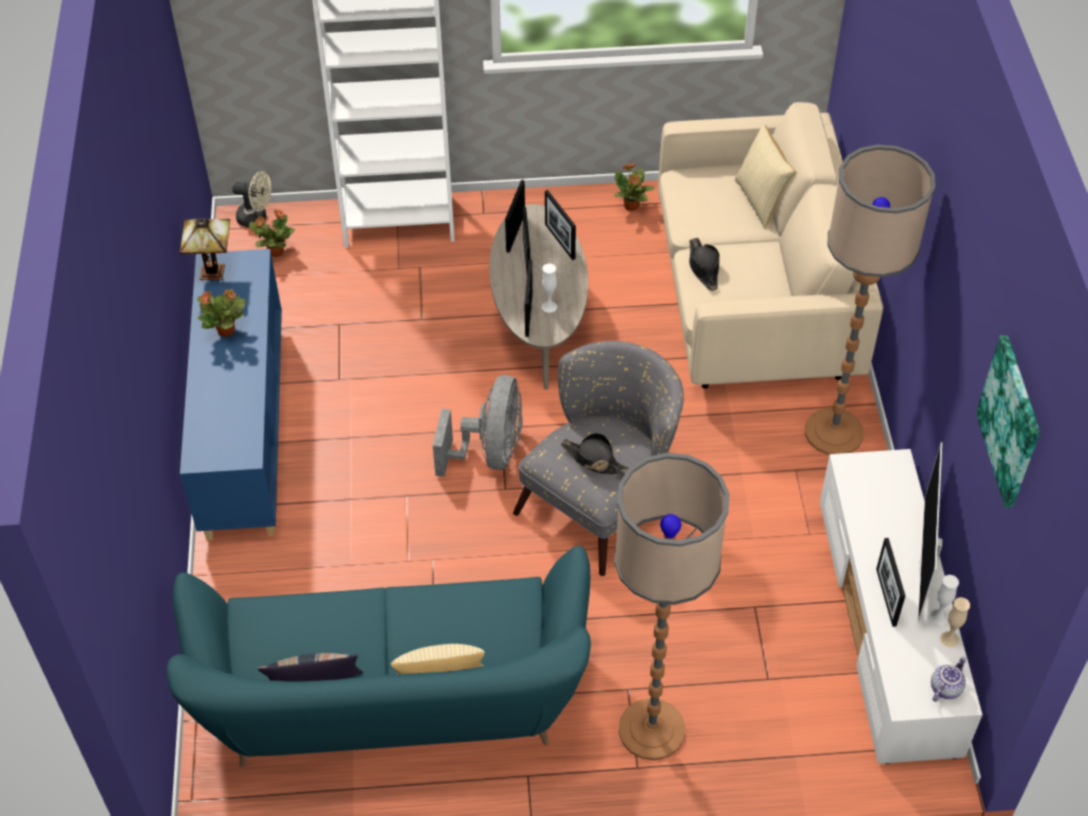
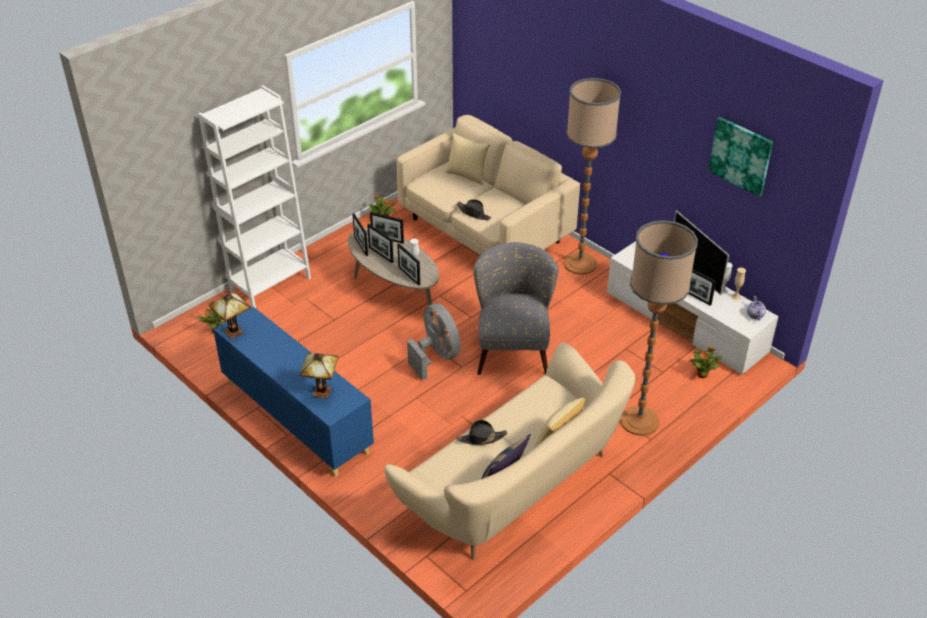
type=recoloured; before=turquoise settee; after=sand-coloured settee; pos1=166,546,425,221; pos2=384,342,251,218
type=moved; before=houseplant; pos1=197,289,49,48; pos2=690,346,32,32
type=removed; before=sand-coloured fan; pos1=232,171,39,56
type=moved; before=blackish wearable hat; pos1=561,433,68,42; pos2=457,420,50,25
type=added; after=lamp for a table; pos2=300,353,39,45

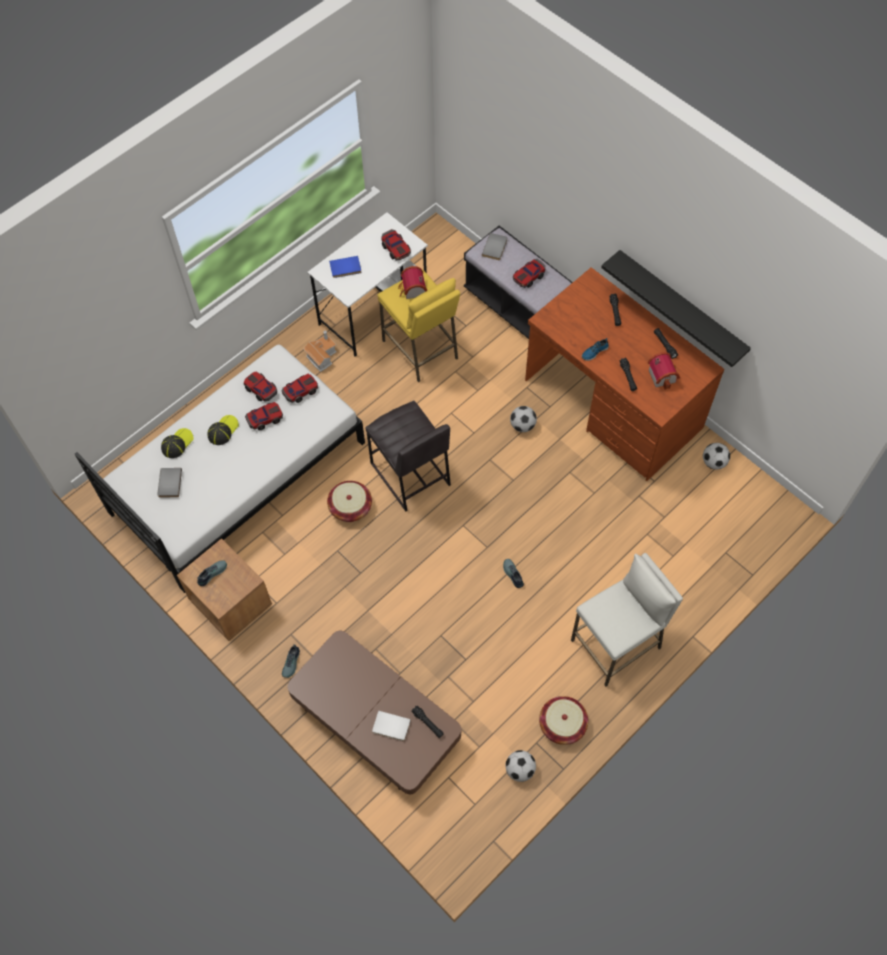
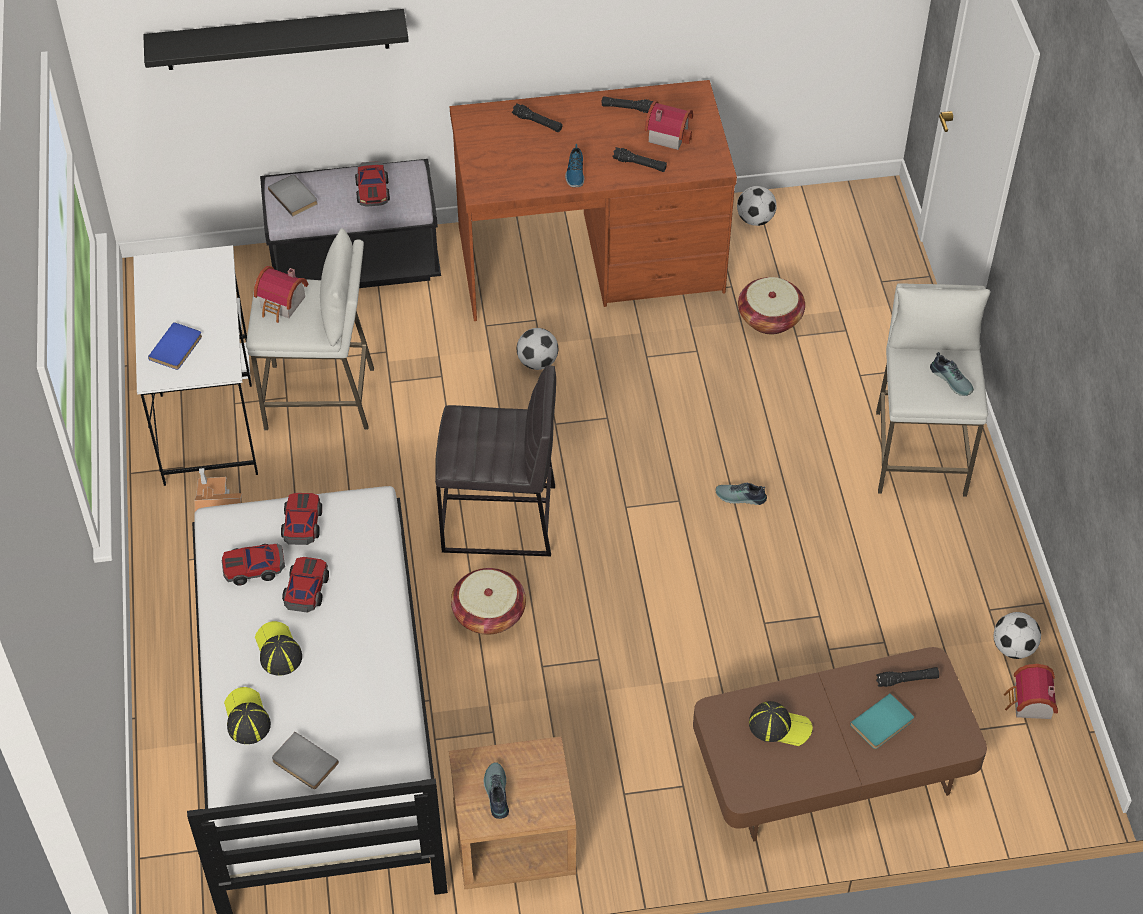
type=moved; before=item of footwear; pos1=282,644,18,34; pos2=930,352,44,44
type=recoloured; before=white book; after=turquoise book; pos1=372,711,39,30; pos2=850,693,64,56
type=recoloured; before=yellow stool; after=white stool; pos1=377,269,83,113; pos2=246,228,128,202
type=removed; before=model car; pos1=381,229,30,31
type=moved; before=storage basket; pos1=539,696,49,49; pos2=738,277,67,57
type=moved; before=blackish wall shelf; pos1=601,250,150,117; pos2=143,9,266,61
type=added; after=cap; pos2=749,701,64,45
type=added; after=toy house; pos2=1004,664,54,55

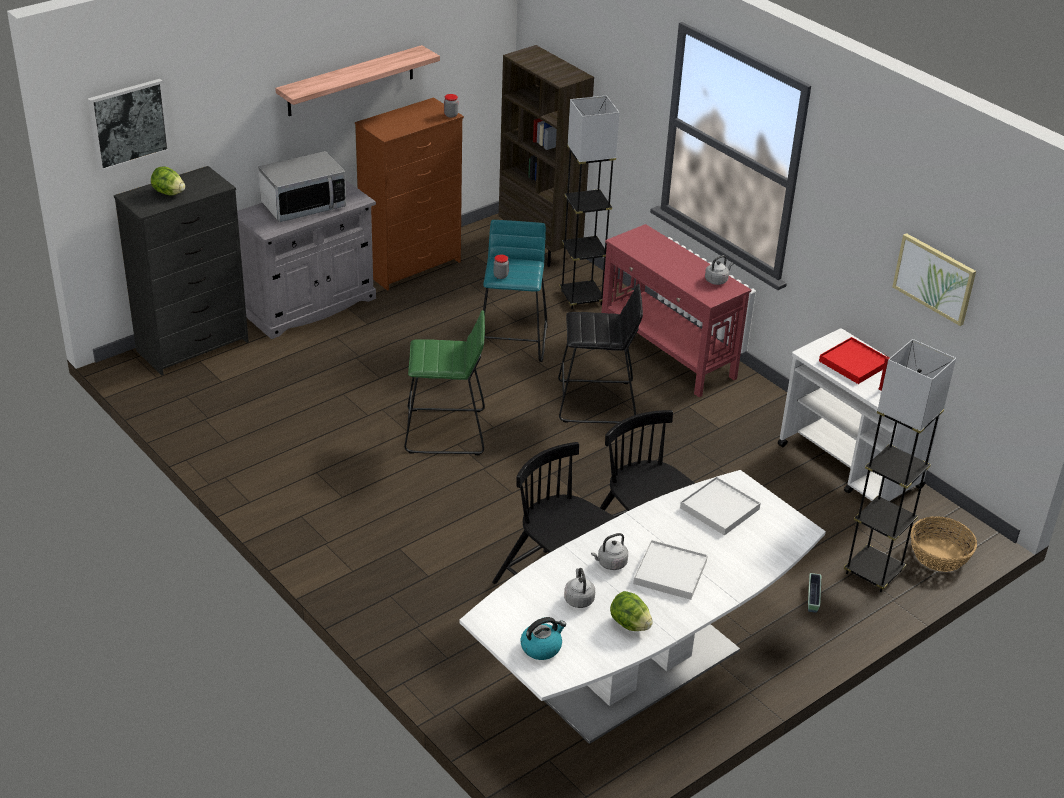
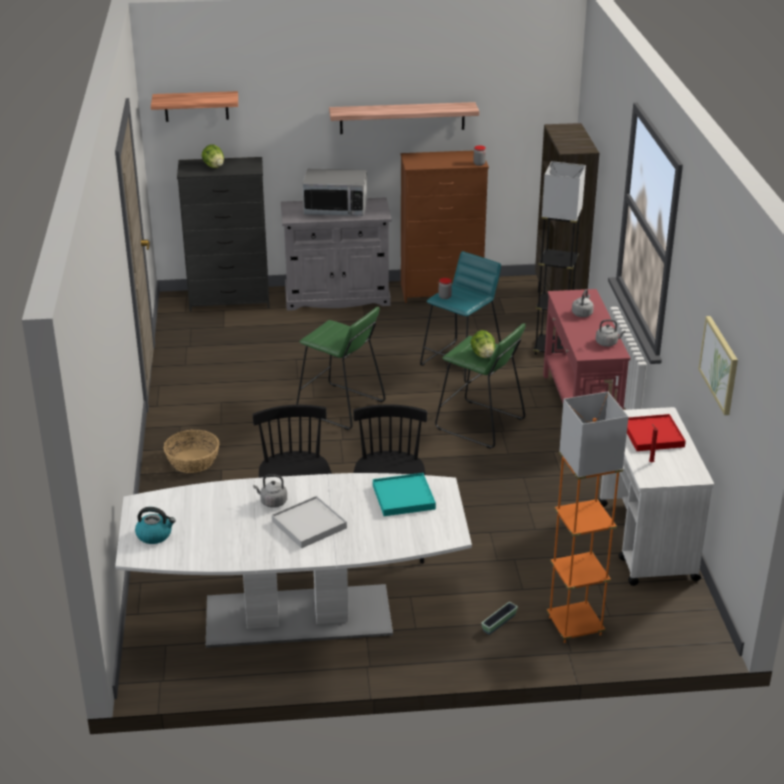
type=replaced; before=wall art; after=wall shelf; pos1=88,79,82,93; pos2=151,91,87,31
type=recoloured; before=blackish stool; after=green-coloured stool; pos1=558,284,85,140; pos2=435,323,91,126
type=moved; before=greyish kettle; pos1=564,568,31,40; pos2=572,289,22,28
type=moved; before=lettuce; pos1=610,591,43,40; pos2=471,330,24,28
type=recoloured; before=white serving tray; after=turquoise serving tray; pos1=680,477,81,59; pos2=373,473,63,43
type=recoloured; before=greyish standing lamp; after=orange-coloured standing lamp; pos1=844,339,112,253; pos2=547,392,82,251
type=moved; before=storage basket; pos1=910,516,67,56; pos2=163,430,57,43

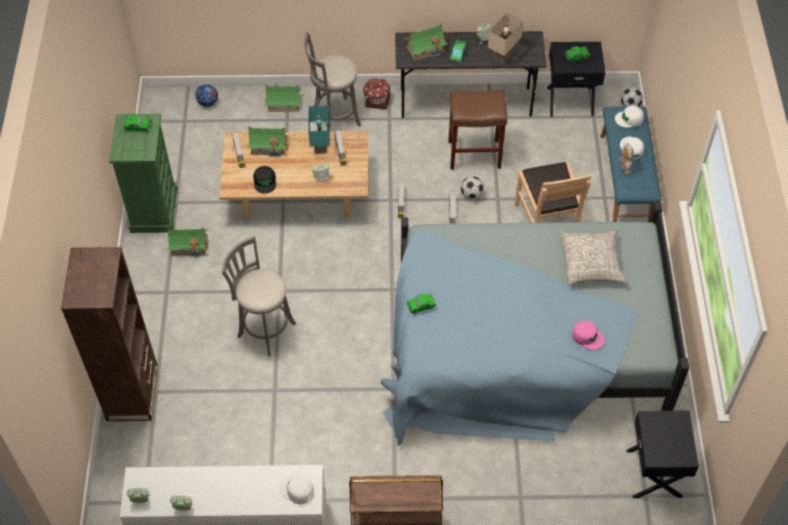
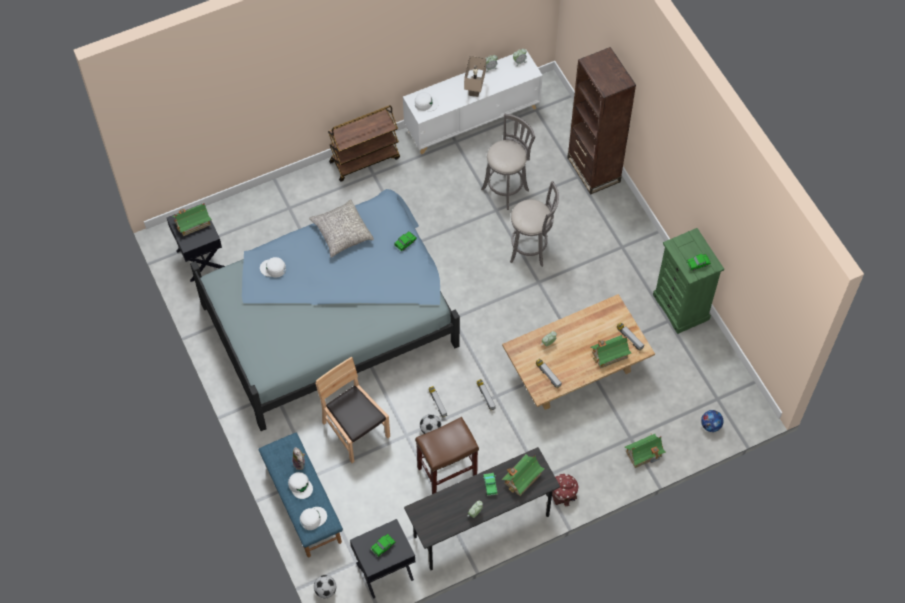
type=moved; before=toy house; pos1=167,228,41,29; pos2=172,203,40,33
type=removed; before=blackish cap; pos1=253,166,23,28
type=moved; before=greyish stool; pos1=304,32,57,99; pos2=481,114,54,96
type=removed; before=turquoise lamp for a table; pos1=308,106,22,48
type=moved; before=sand-coloured lamp for a table; pos1=488,13,35,50; pos2=464,56,22,41
type=moved; before=greyish pillow; pos1=560,229,66,56; pos2=309,199,65,59
type=recoloured; before=pinkish cap; after=white cap; pos1=572,320,32,30; pos2=260,257,26,20

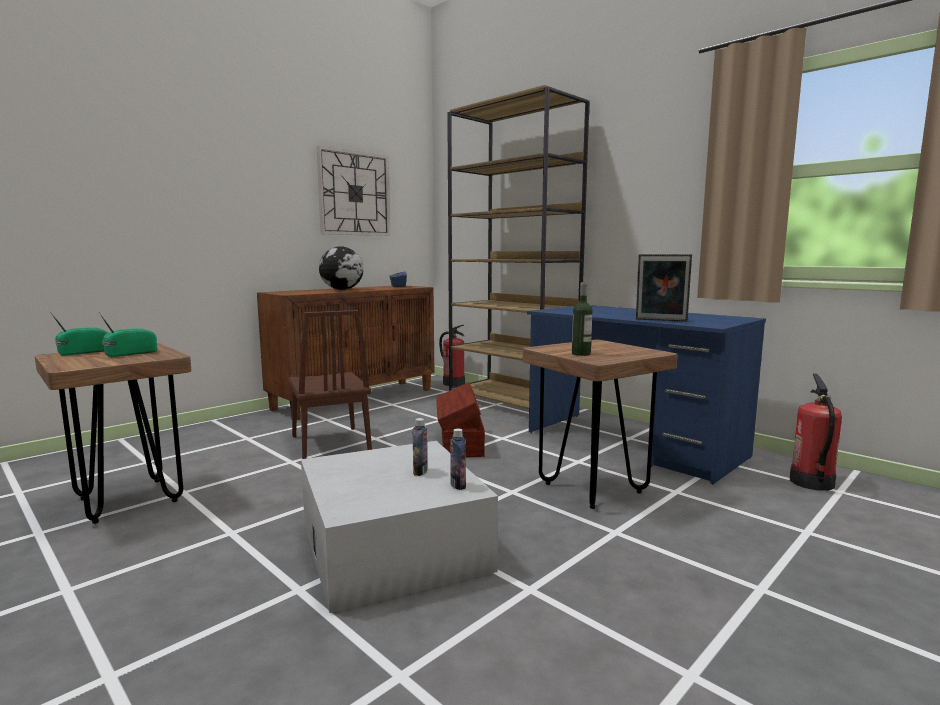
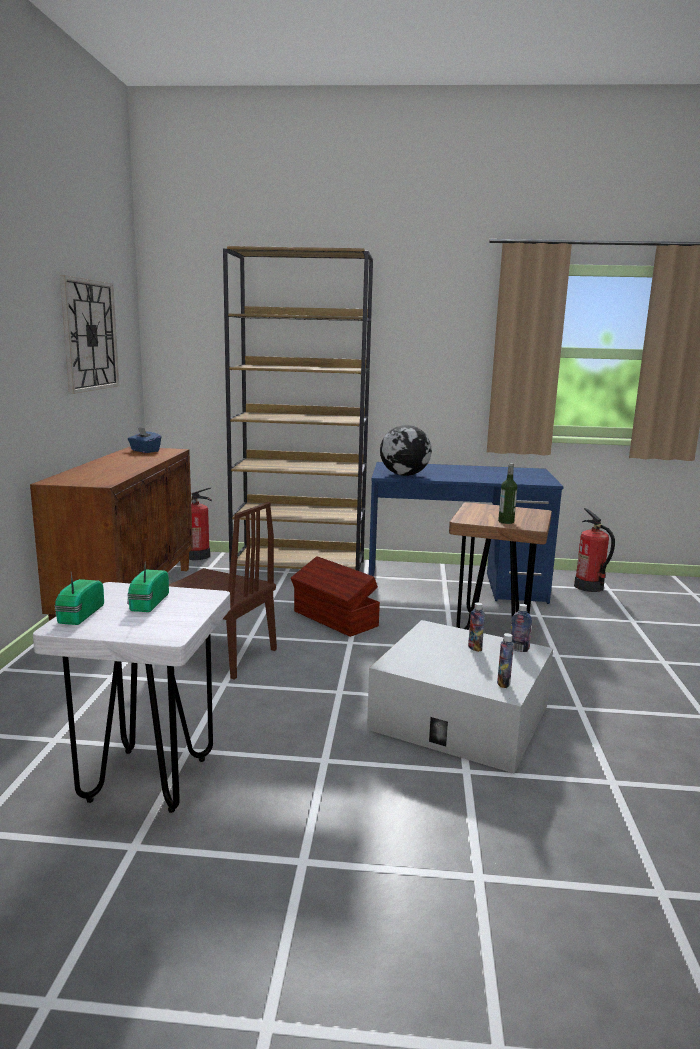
type=recoloured; before=brown stool; after=white stool; pos1=35,343,157,181; pos2=33,582,197,231
type=moved; before=globe; pos1=319,246,45,44; pos2=380,425,52,51
type=removed; before=photo frame; pos1=636,254,56,68
type=added; after=bottle; pos2=497,633,17,55

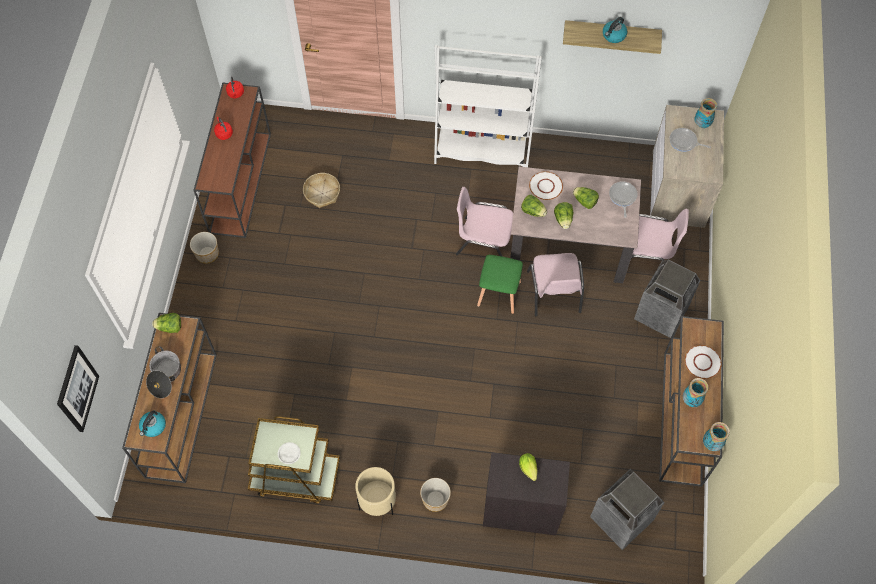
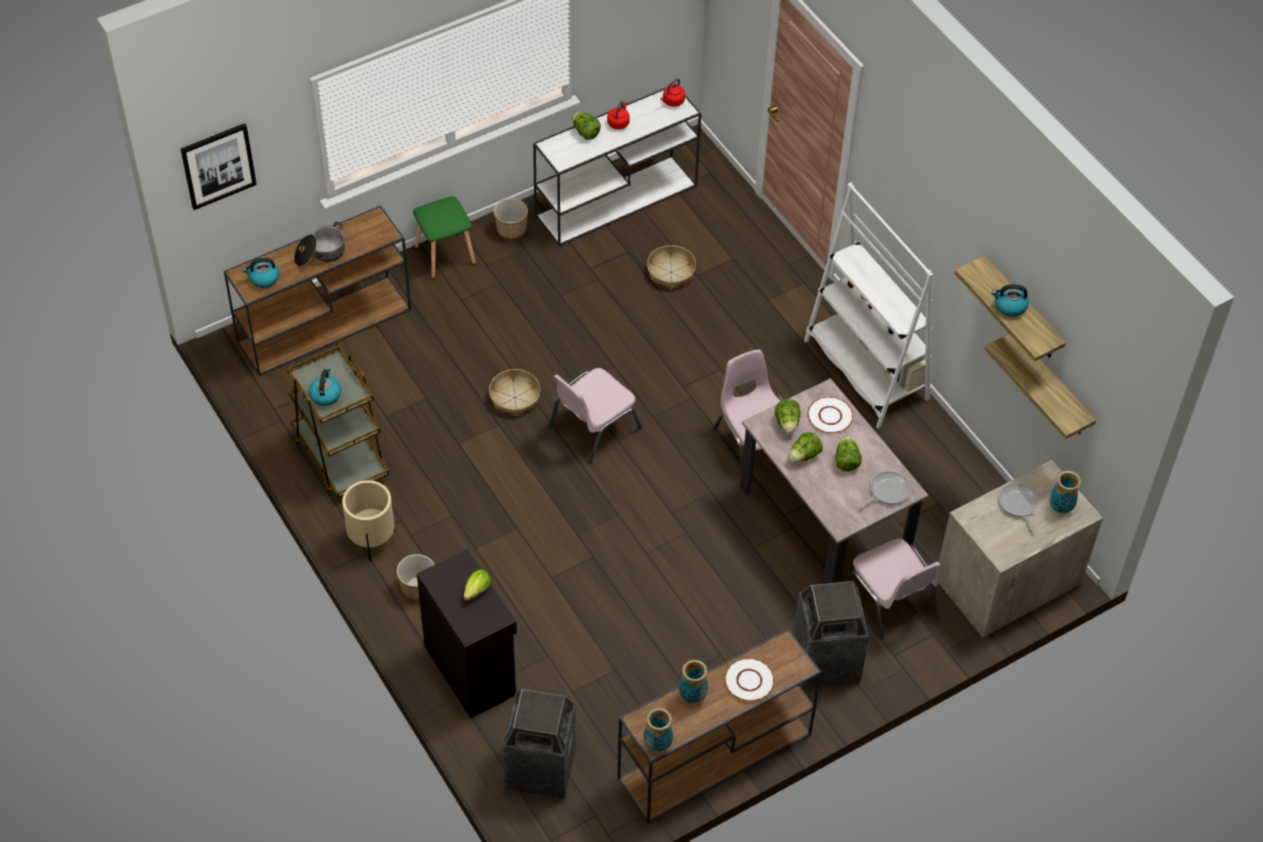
type=moved; before=lettuce; pos1=152,313,29,20; pos2=572,112,29,28
type=recoloured; before=brown narrow table; after=white narrow table; pos1=193,82,78,156; pos2=533,84,168,162
type=replaced; before=white flat dish; after=kettle; pos1=278,442,23,22; pos2=309,368,32,38
type=moved; before=green-coloured stool; pos1=477,255,46,59; pos2=413,196,63,83
type=moved; before=pinkish chair; pos1=527,253,57,63; pos2=548,368,94,96
type=added; after=storage basket; pos2=489,369,52,47
type=added; after=wall shelf; pos2=985,334,111,105

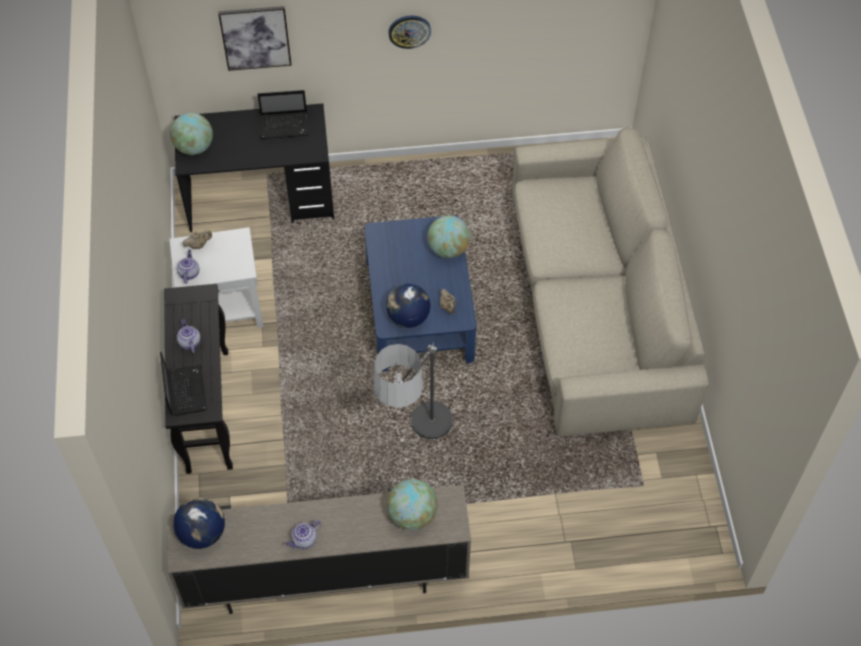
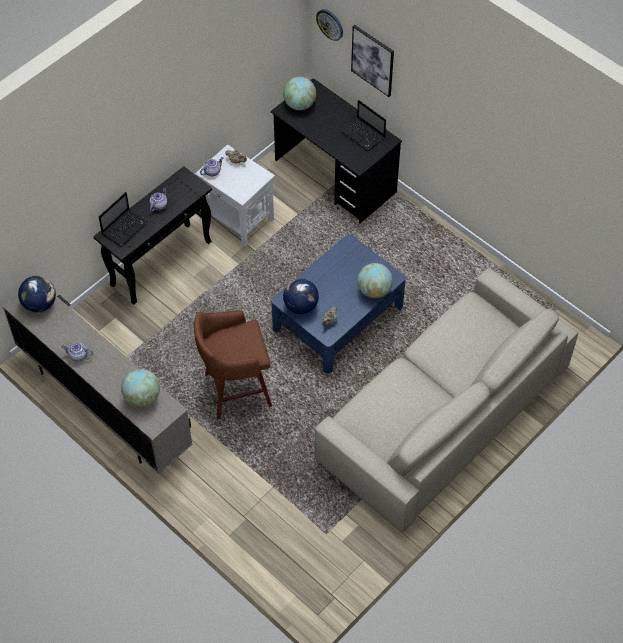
type=replaced; before=standing lamp; after=brown stool; pos1=374,343,79,97; pos2=194,310,78,109
type=moved; before=hanging clock; pos1=388,15,43,34; pos2=316,9,27,32

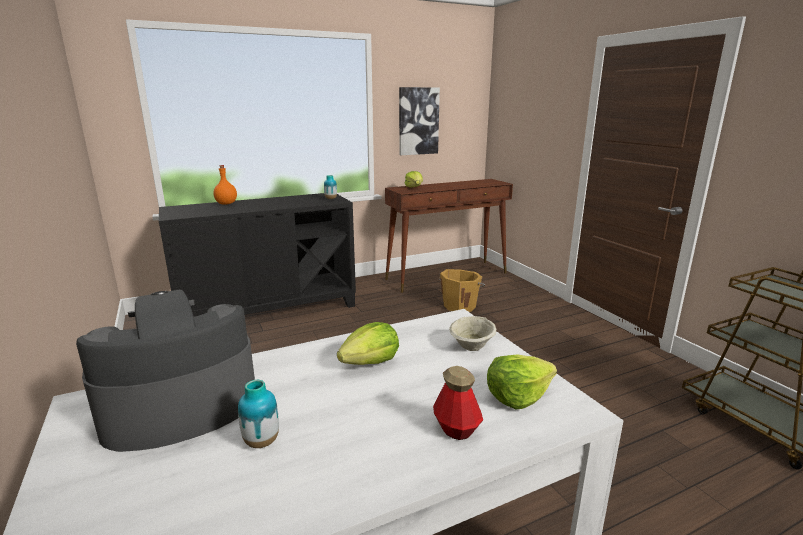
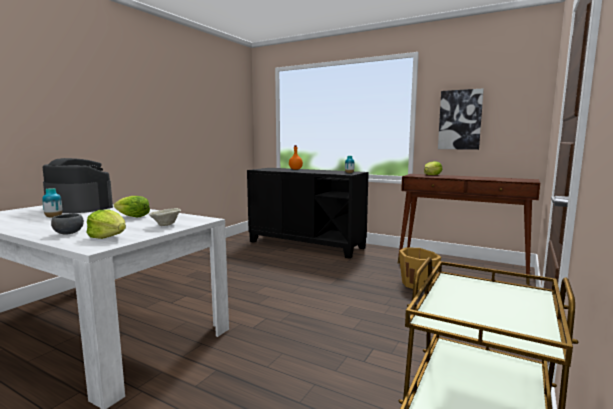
type=replaced; before=bottle; after=greyish deep dish; pos1=433,366,50,74; pos2=51,214,33,20

